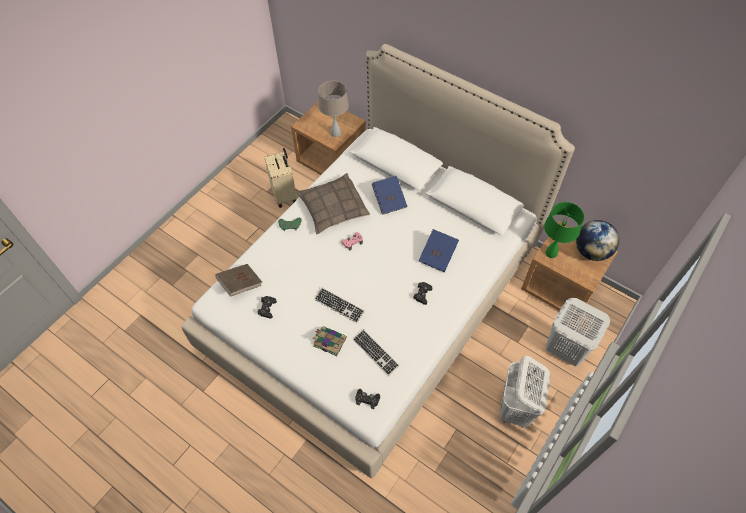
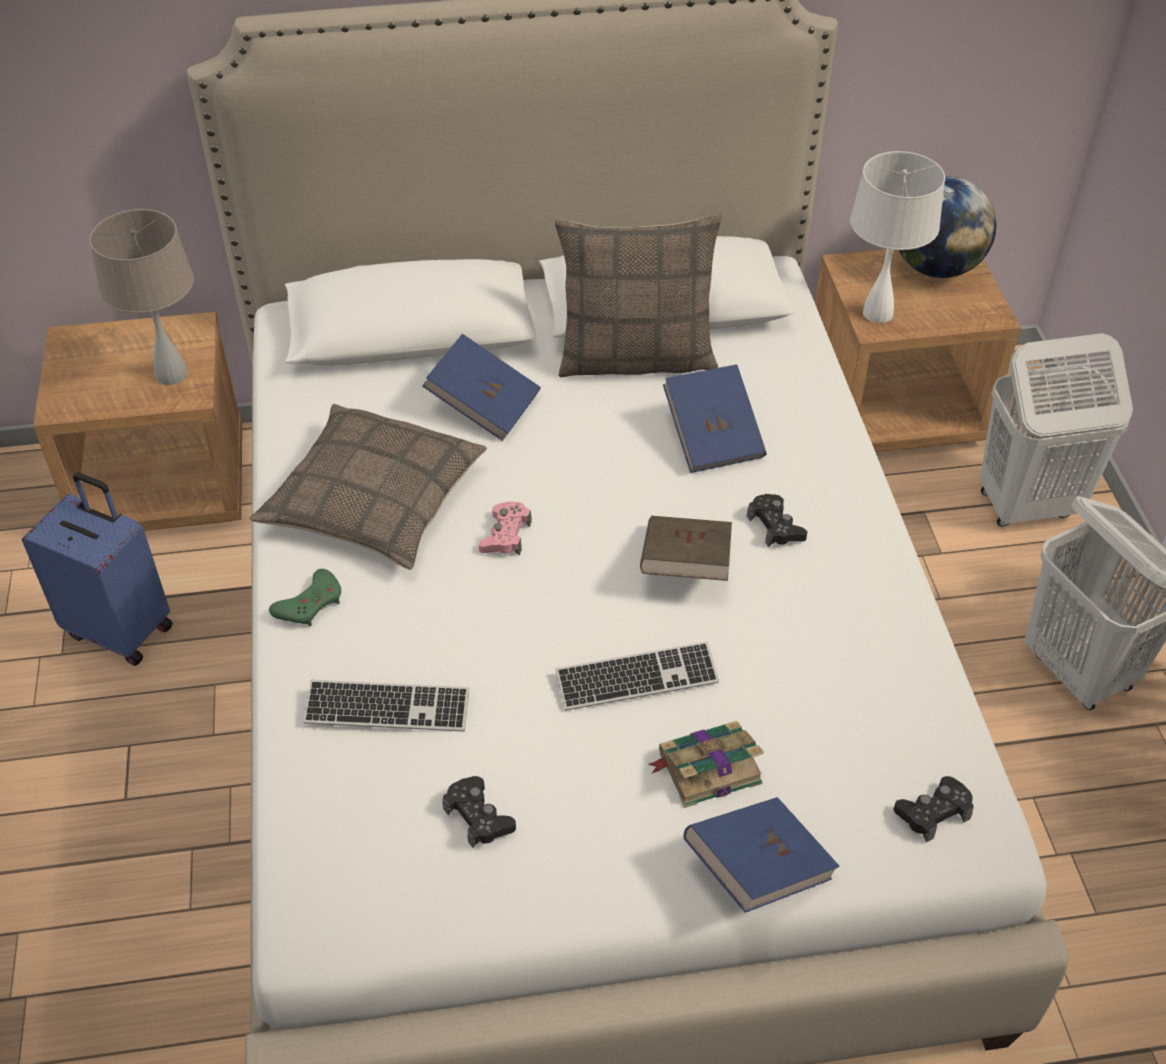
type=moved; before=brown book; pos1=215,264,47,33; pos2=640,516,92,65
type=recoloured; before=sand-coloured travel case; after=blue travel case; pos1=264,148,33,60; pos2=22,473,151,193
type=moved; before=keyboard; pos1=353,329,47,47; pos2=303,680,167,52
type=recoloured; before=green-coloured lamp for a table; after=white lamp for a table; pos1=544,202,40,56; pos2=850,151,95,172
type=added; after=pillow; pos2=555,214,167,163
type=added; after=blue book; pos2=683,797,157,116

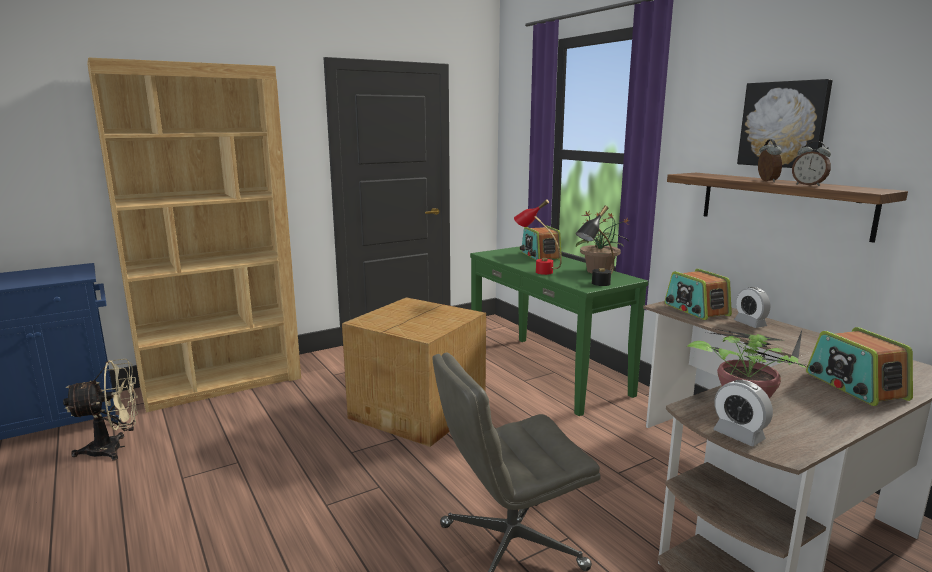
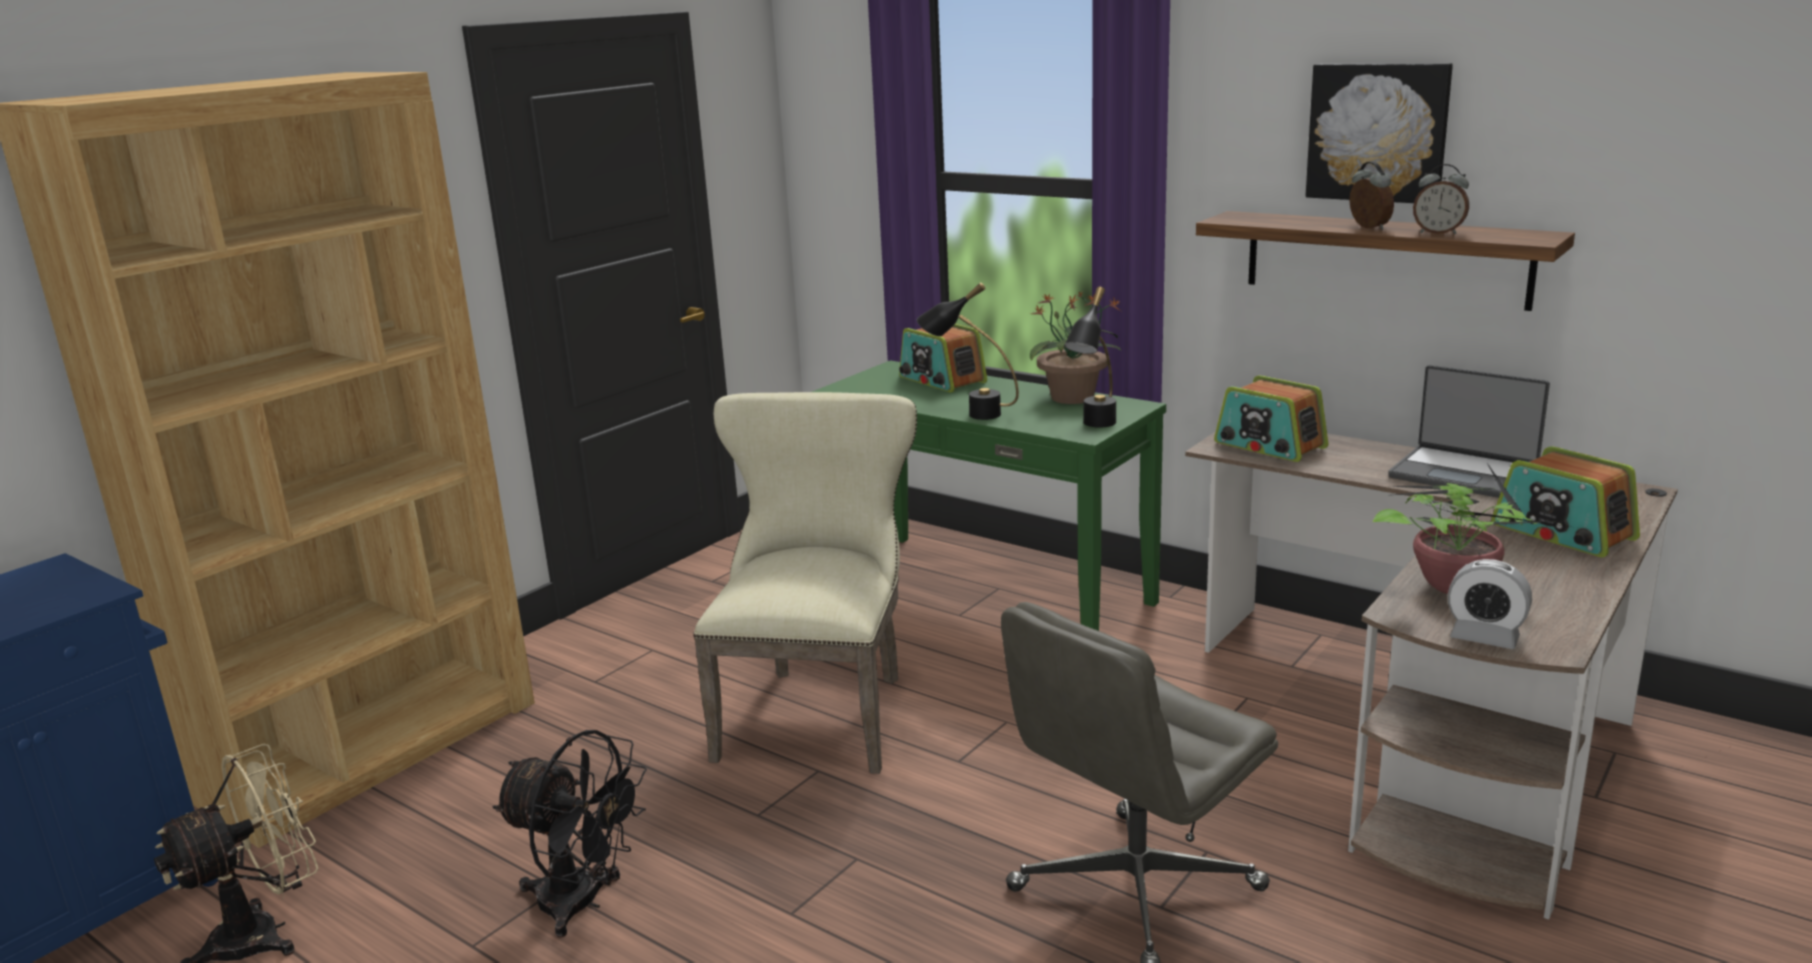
type=replaced; before=cardboard box; after=sand-coloured chair; pos1=342,297,144,150; pos2=693,392,224,382
type=recoloured; before=red lamp for a table; after=blackish lamp for a table; pos1=514,199,48,76; pos2=917,282,102,138
type=removed; before=alarm clock; pos1=734,287,36,41
type=added; after=blackish fan; pos2=493,730,154,208
type=added; after=portable computer; pos2=1388,365,162,133

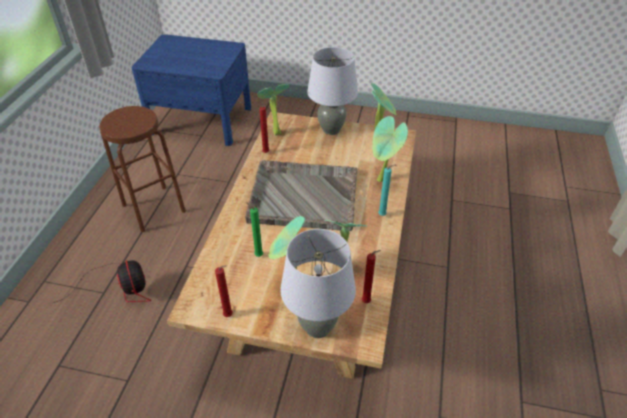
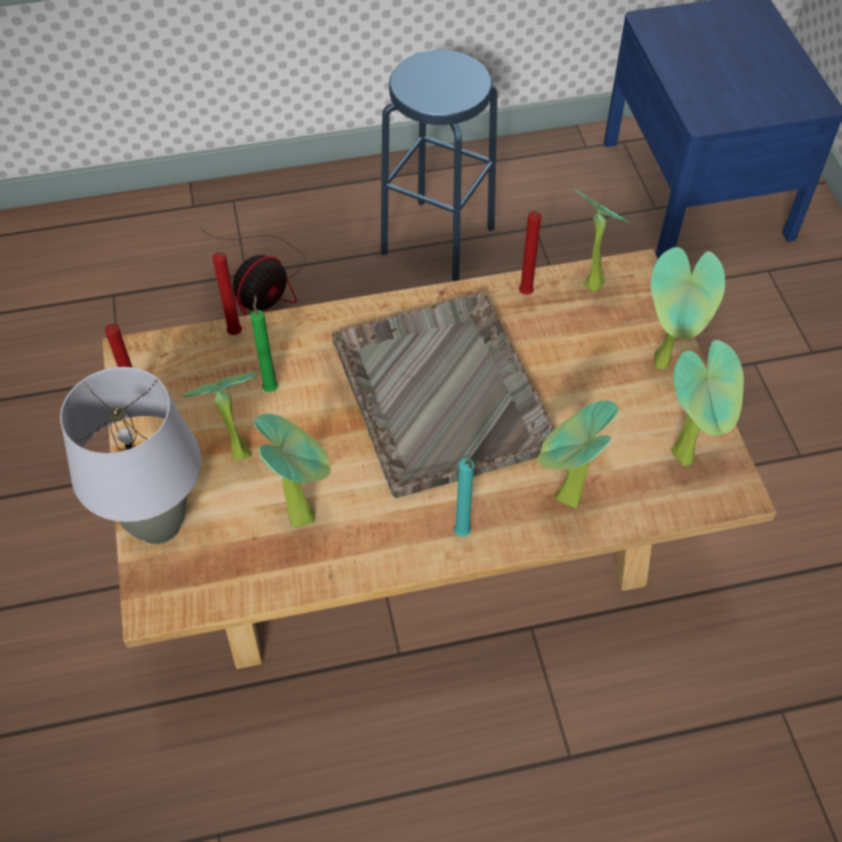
type=recoloured; before=brown stool; after=blue stool; pos1=99,106,87,126; pos2=381,50,116,231
type=replaced; before=greyish lamp for a table; after=houseplant; pos1=307,47,51,88; pos2=651,247,74,123
type=moved; before=red candle; pos1=362,250,19,53; pos2=212,252,30,83

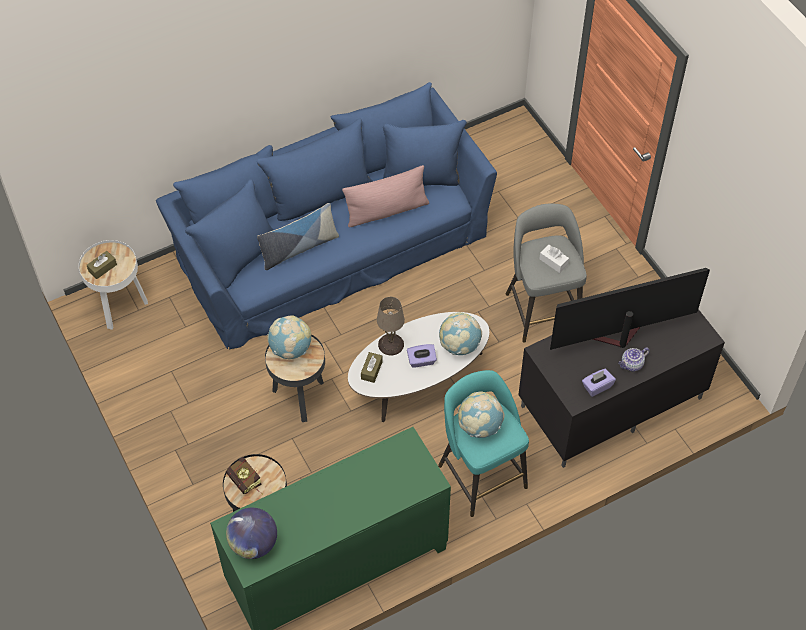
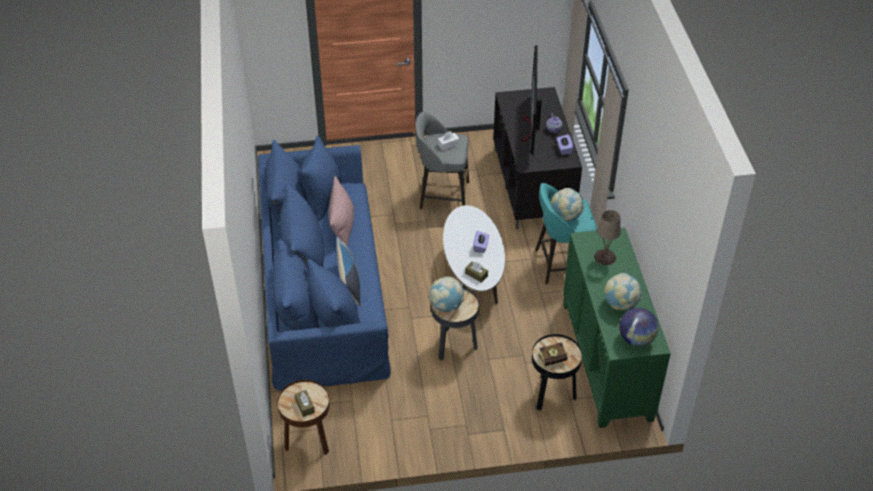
type=recoloured; before=white end table; after=brown end table; pos1=79,240,69,90; pos2=277,380,53,75
type=moved; before=sand-coloured lamp for a table; pos1=377,297,28,59; pos2=594,210,27,55
type=moved; before=globe; pos1=439,312,43,43; pos2=604,273,38,37

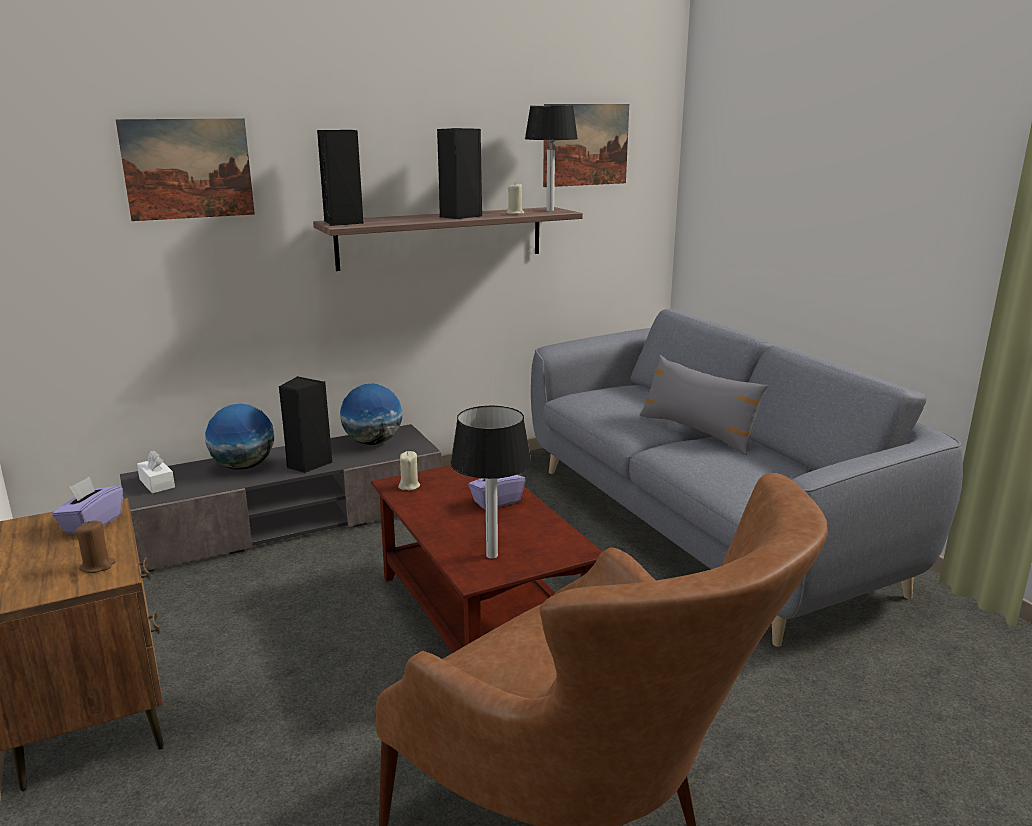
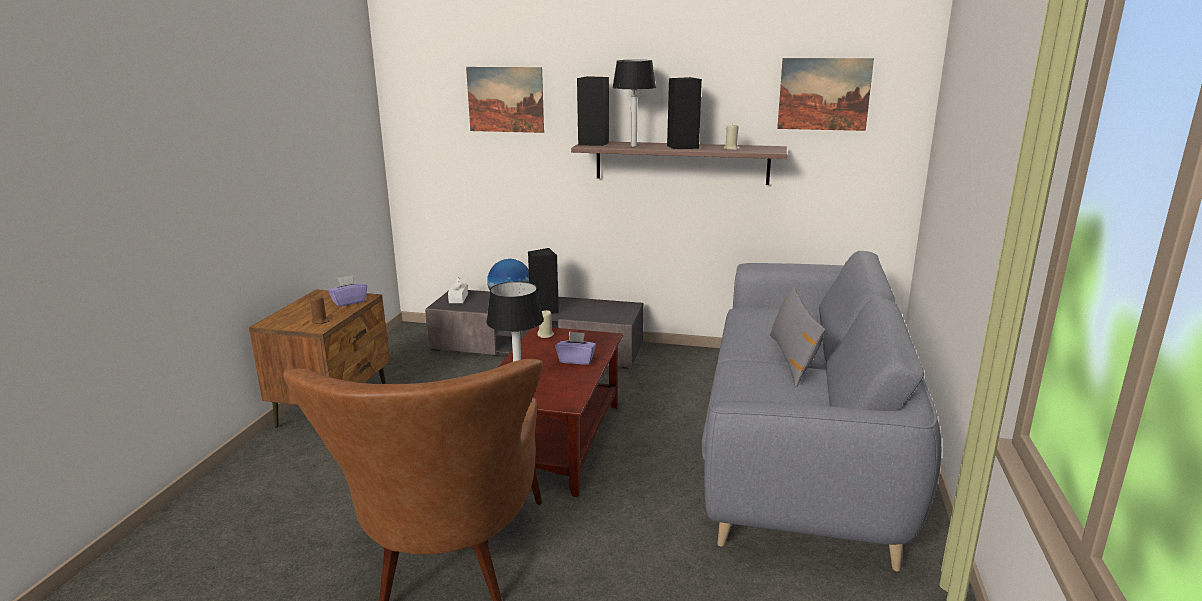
type=removed; before=globe; pos1=340,383,62,62
type=moved; before=lamp for a table; pos1=525,106,53,105; pos2=612,60,44,87

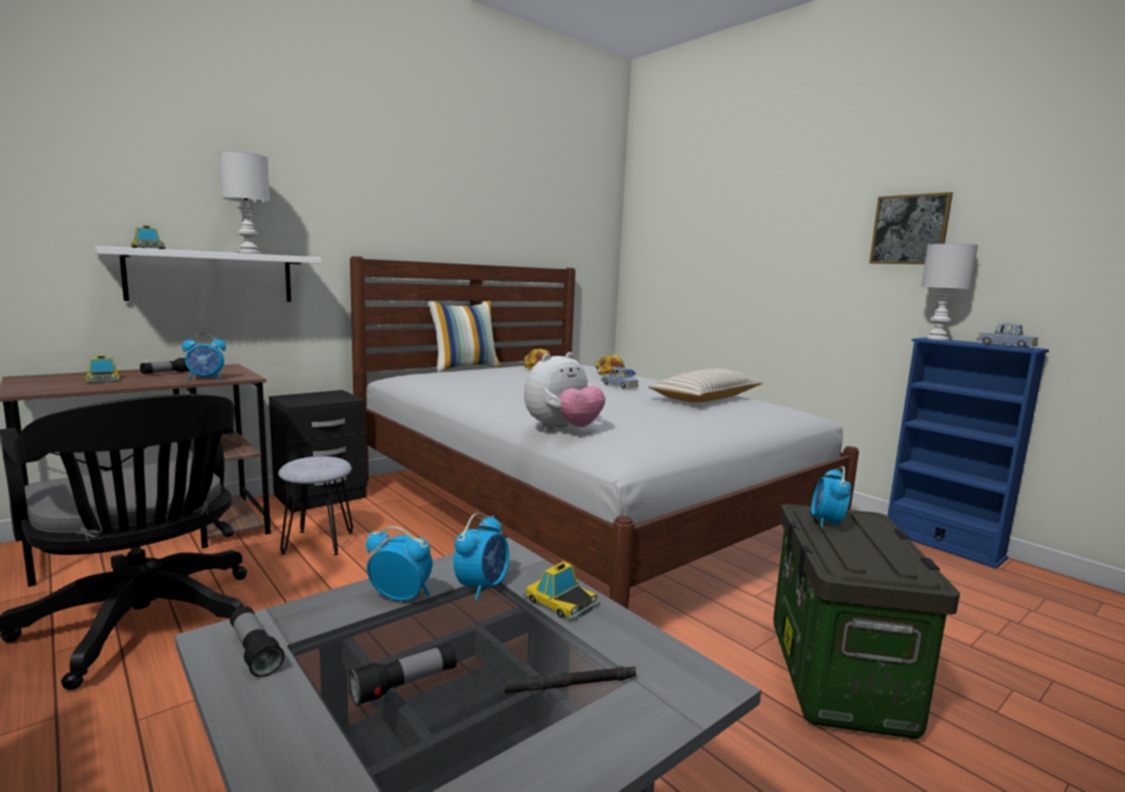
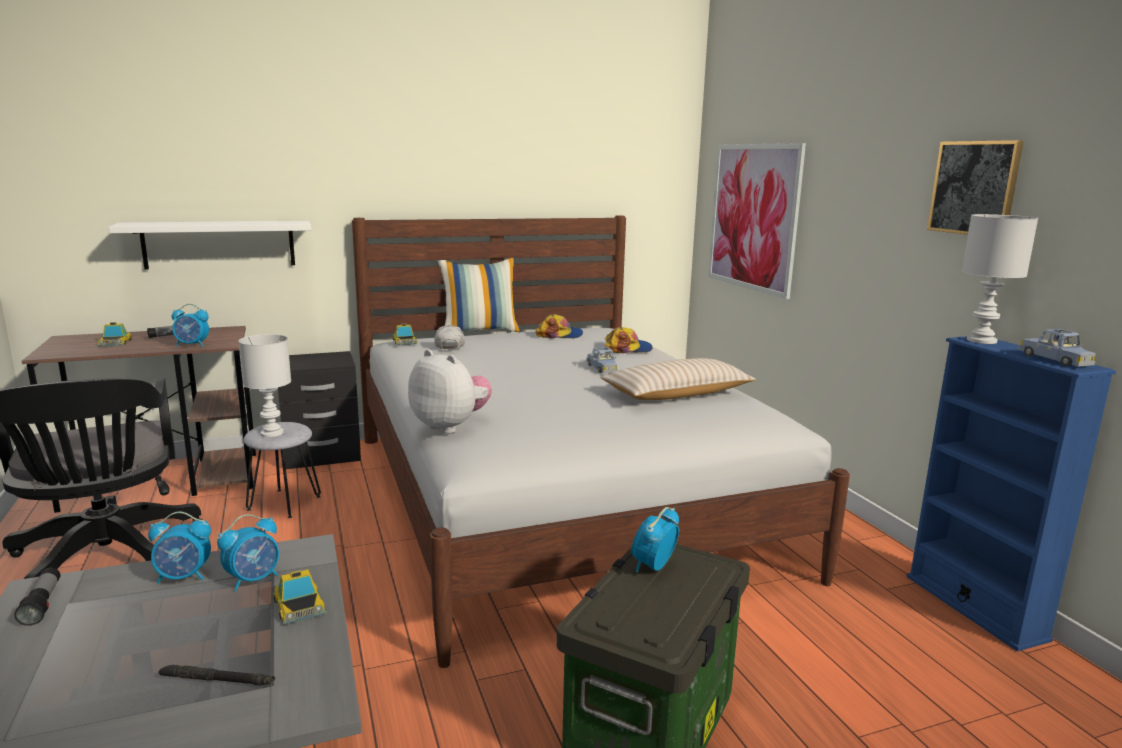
type=moved; before=model car; pos1=131,225,35,24; pos2=392,323,26,22
type=moved; before=white lamp for a table; pos1=219,151,51,103; pos2=238,334,53,103
type=removed; before=flashlight; pos1=349,643,108,64
type=turned; before=alarm clock; pos1=366,526,67,75; pos2=148,512,63,72; turn=135
type=turned; before=soft toy; pos1=524,352,81,78; pos2=408,349,84,85; turn=-120
type=added; after=white cap; pos2=434,325,31,24
type=added; after=wall art; pos2=708,143,98,156

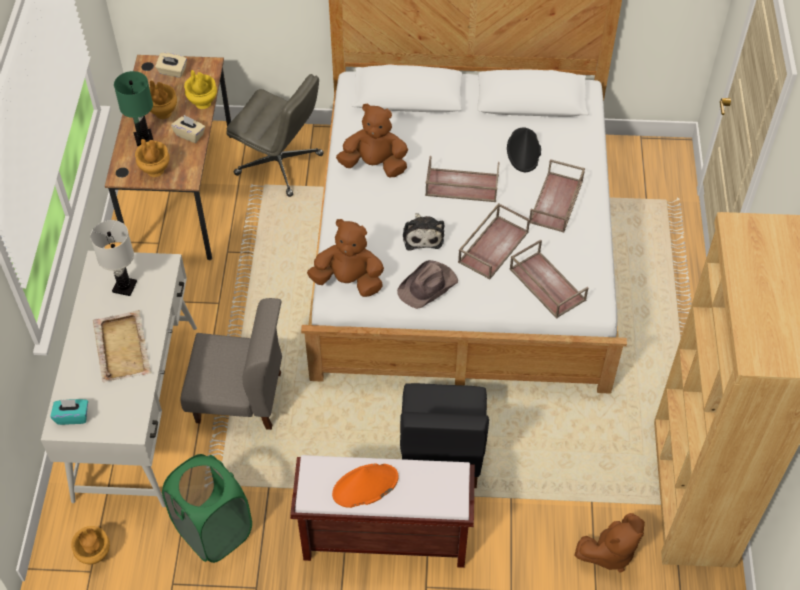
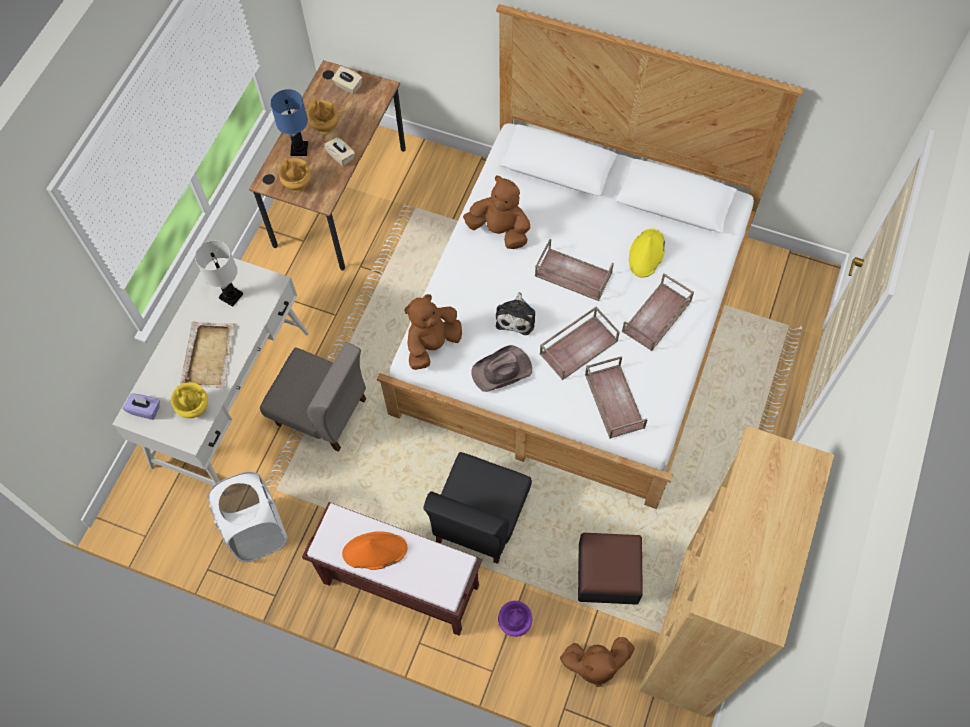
type=recoloured; before=turquoise tissue holder; after=purple-coloured tissue holder; pos1=50,399,38,26; pos2=123,393,37,27
type=removed; before=brown flower vase; pos1=71,526,39,38
type=recoloured; before=green-coloured lamp for a table; after=blue lamp for a table; pos1=114,71,39,75; pos2=270,89,38,67
type=recoloured; before=green-coloured laundry basket; after=white laundry basket; pos1=162,454,90,109; pos2=208,472,80,90
type=moved; before=yellow flower vase; pos1=184,70,33,39; pos2=171,382,37,36
type=removed; before=greyish desk chair; pos1=226,74,98,123
type=turned; before=brown soft toy; pos1=307,219,77,78; pos2=405,294,57,76; turn=-75
type=recoloured; before=blackish wearable hat; after=yellow wearable hat; pos1=507,127,34,45; pos2=629,228,36,49
type=added; after=purple-coloured flower vase; pos2=498,601,34,36
type=added; after=pouffe; pos2=578,533,65,72

